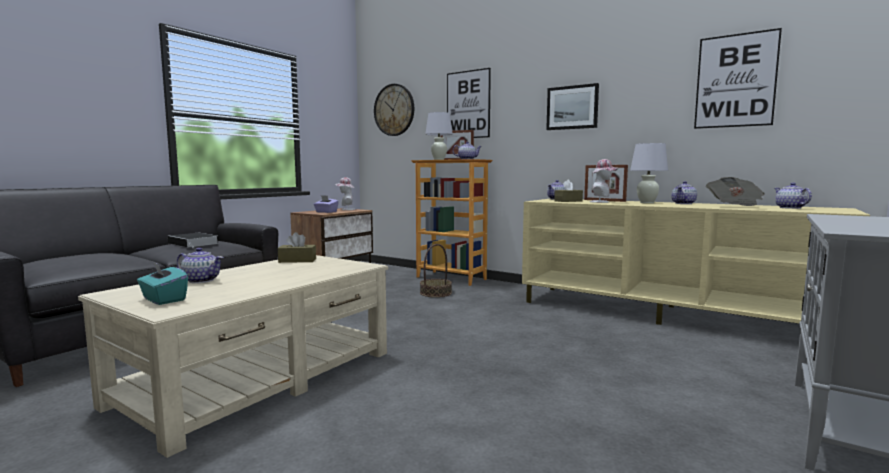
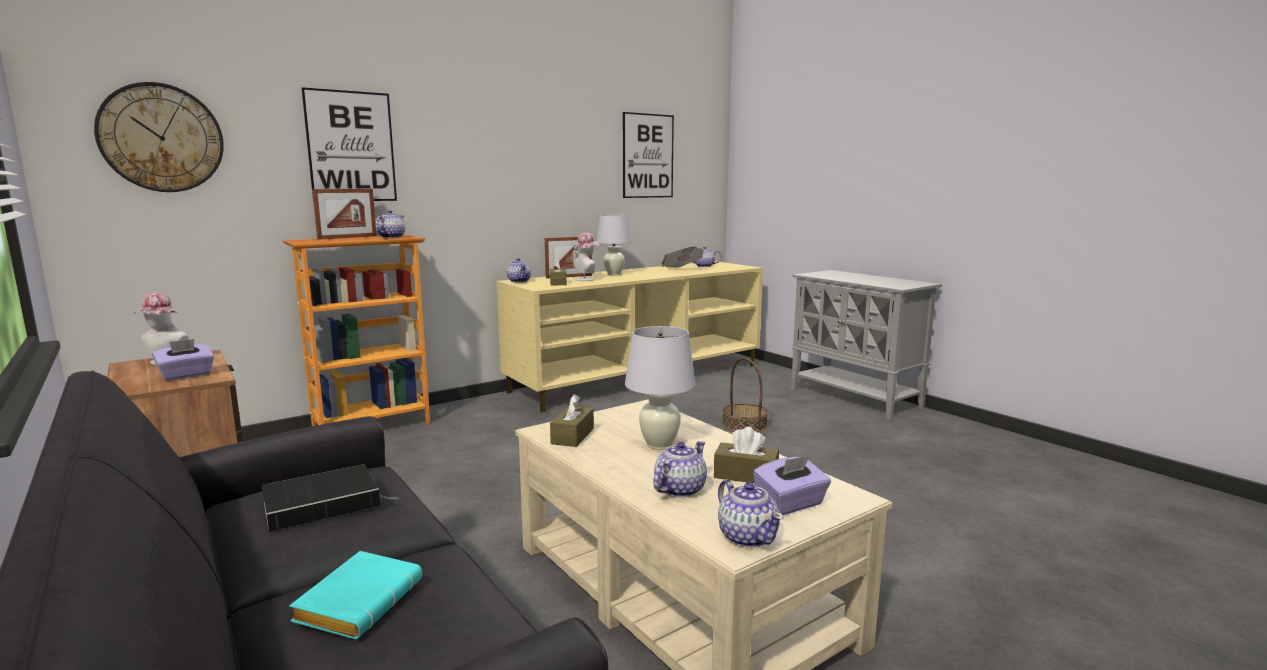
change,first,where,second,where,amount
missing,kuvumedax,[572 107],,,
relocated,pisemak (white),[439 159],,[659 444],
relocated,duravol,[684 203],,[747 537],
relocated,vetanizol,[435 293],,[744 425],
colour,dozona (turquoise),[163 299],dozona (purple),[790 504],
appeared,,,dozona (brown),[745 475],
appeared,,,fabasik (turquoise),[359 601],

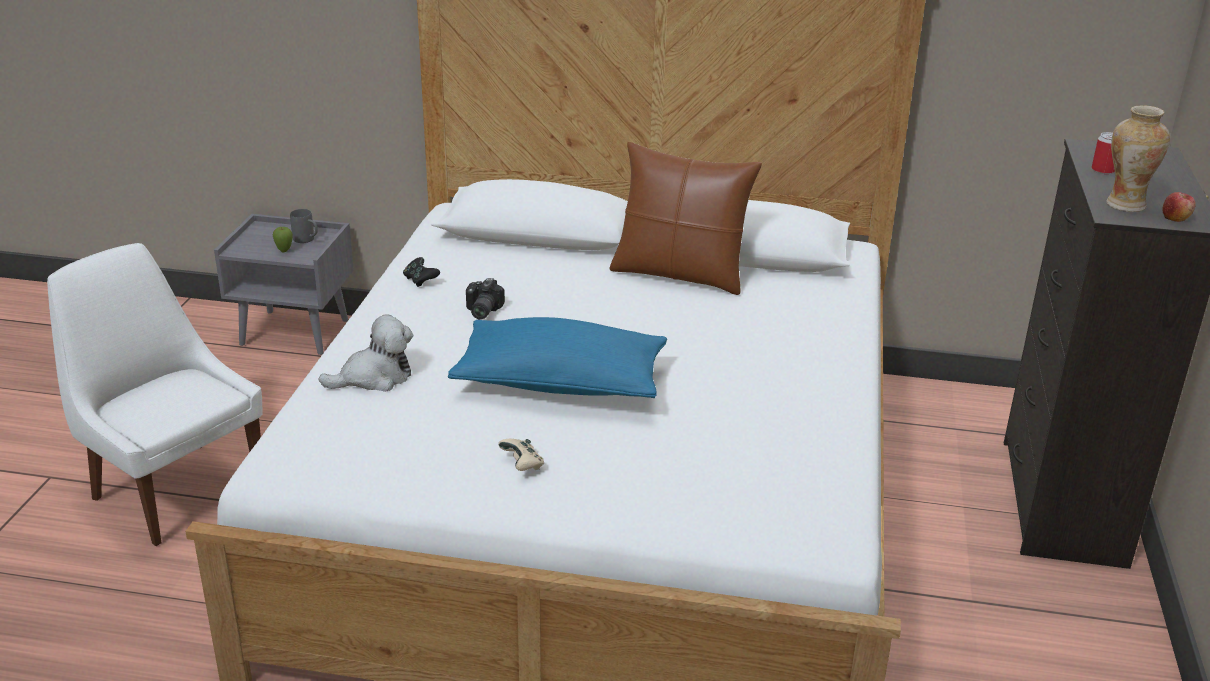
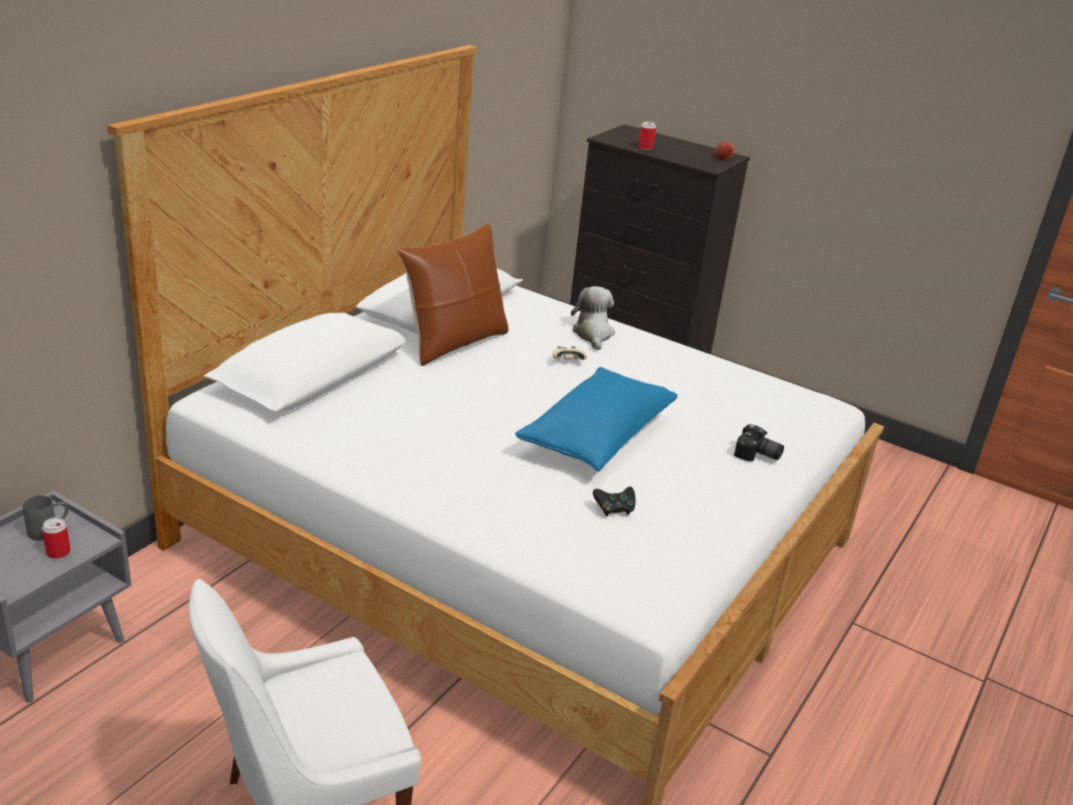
change,first,where,second,where,amount
missing,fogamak,[1124 204],,,
exchanged,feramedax,[284 251],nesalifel,[58 552],
relocated,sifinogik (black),[420 280],,[614 509],
relocated,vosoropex,[481 311],,[757 455],
relocated,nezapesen,[374 377],,[593 334],
relocated,sifinogik (beige),[523 465],,[568 362],

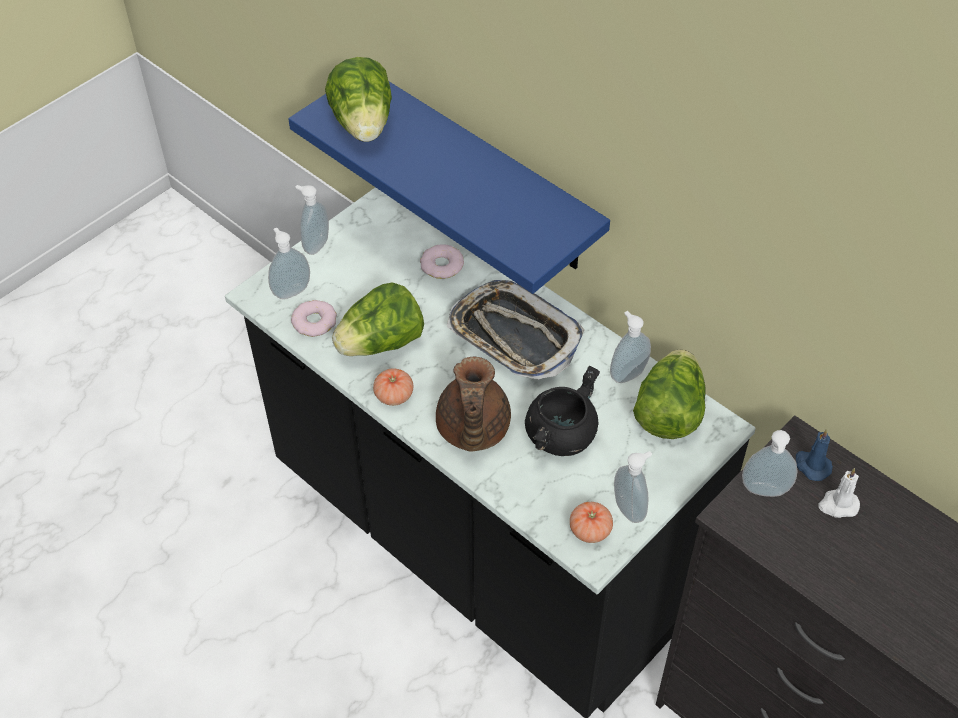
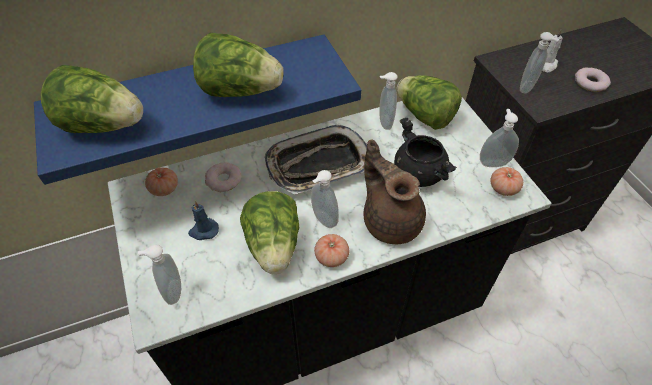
change,first,where,second,where,amount
relocated,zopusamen,[315 245],,[323 220],
relocated,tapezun,[314 321],,[590 82],
spun,duravol (brown),[472 430],,[390 220],150 degrees counterclockwise
relocated,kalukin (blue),[811 465],,[203 231],
appeared,,,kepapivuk,[240 91],
appeared,,,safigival,[164 188],

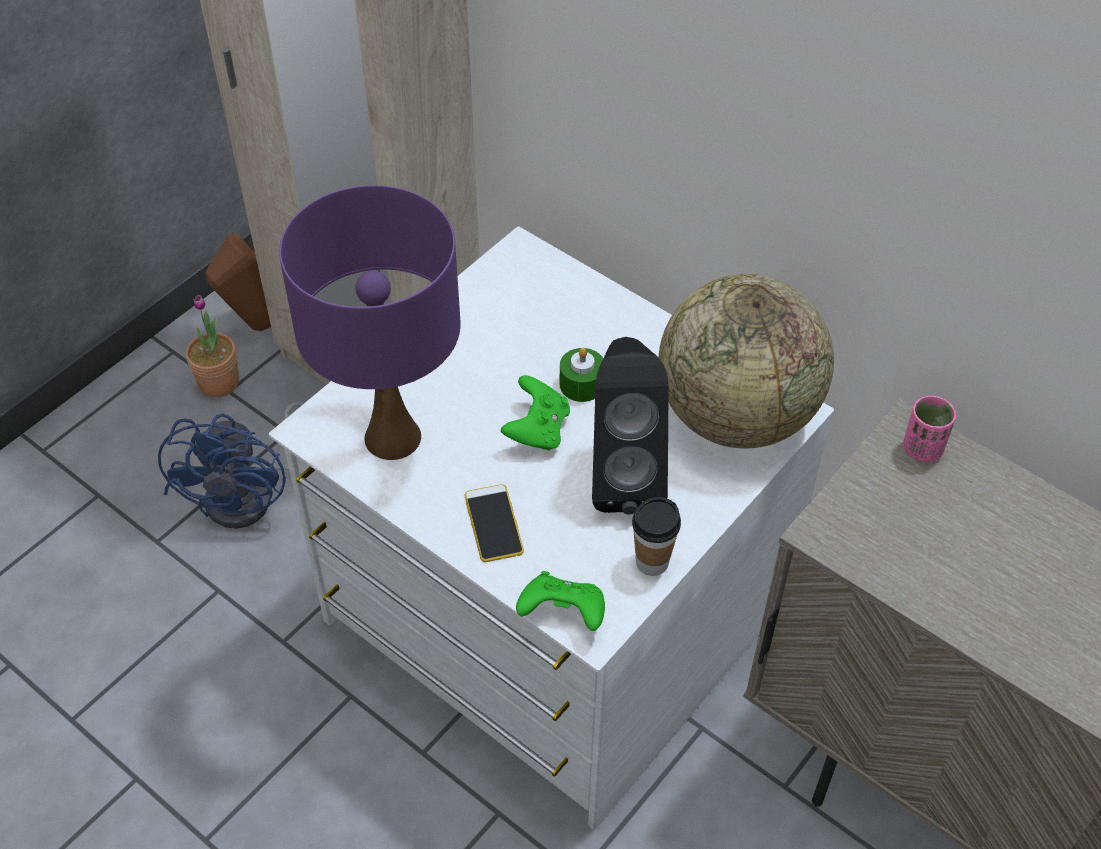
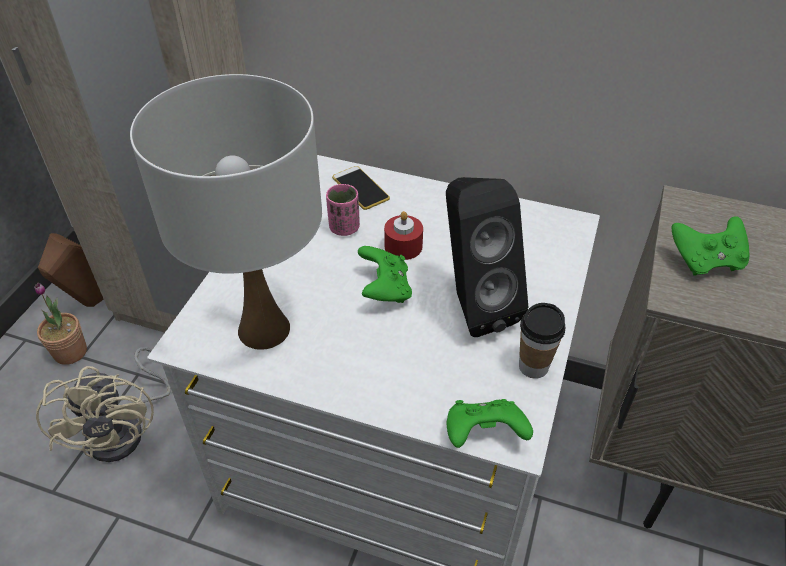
change,first,where,second,where,amount
colour,pisemak (purple),[392 438],pisemak (white),[263 330],
missing,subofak,[736 415],,,
colour,kalukin (green),[581 384],kalukin (red),[403 246],
relocated,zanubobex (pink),[922 448],,[344 228],
colour,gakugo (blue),[253 495],gakugo (beige),[125 430],
relocated,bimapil,[493 523],,[360 188],
appeared,,,sifinogik (green),[705 261],

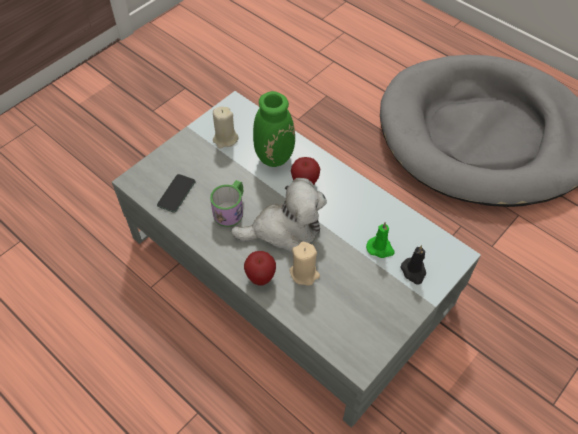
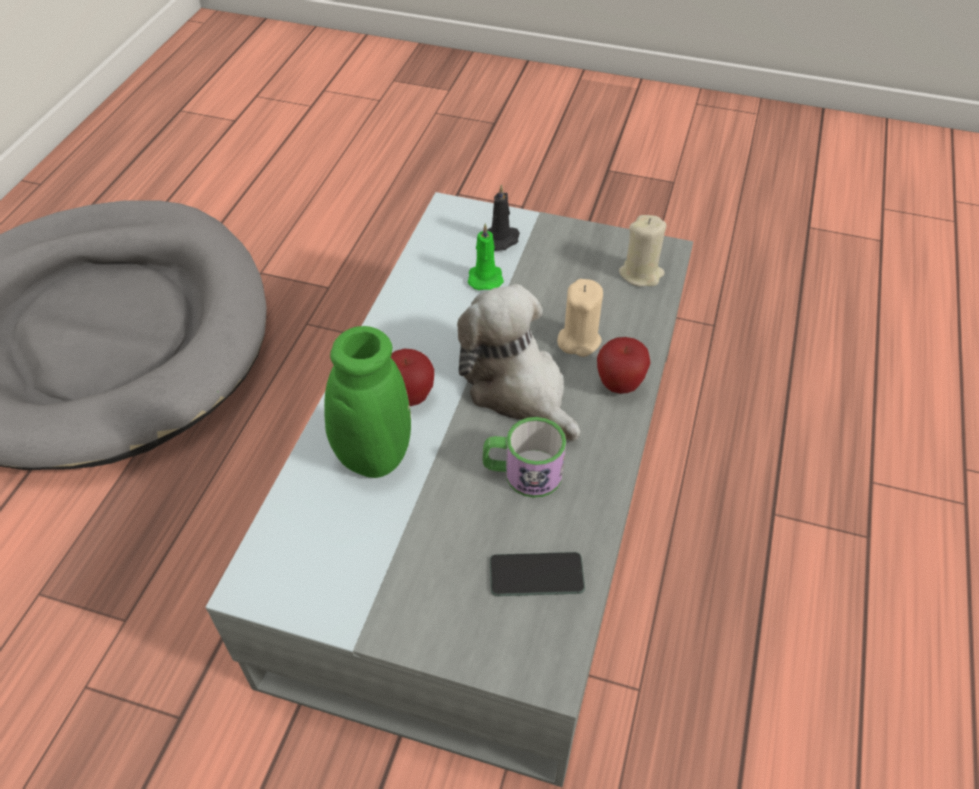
change,first,where,second,where,amount
relocated,kalukin (beige),[225 139],,[641 274],

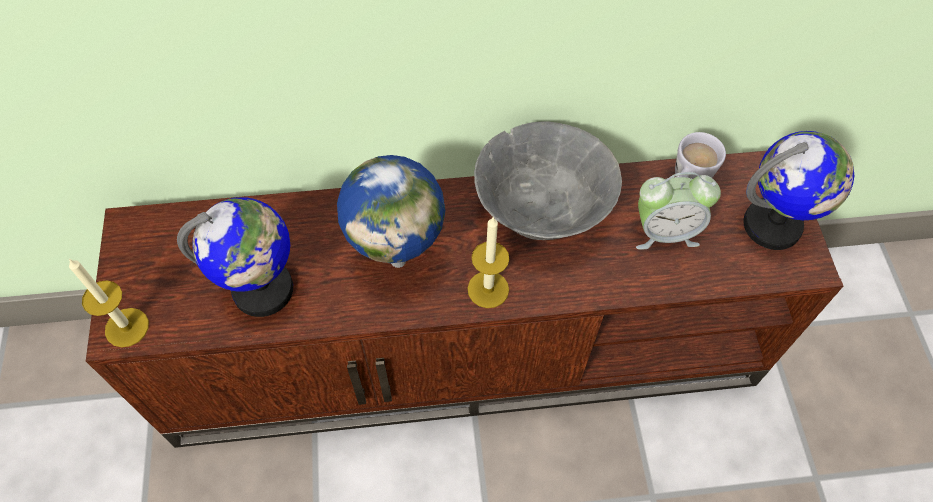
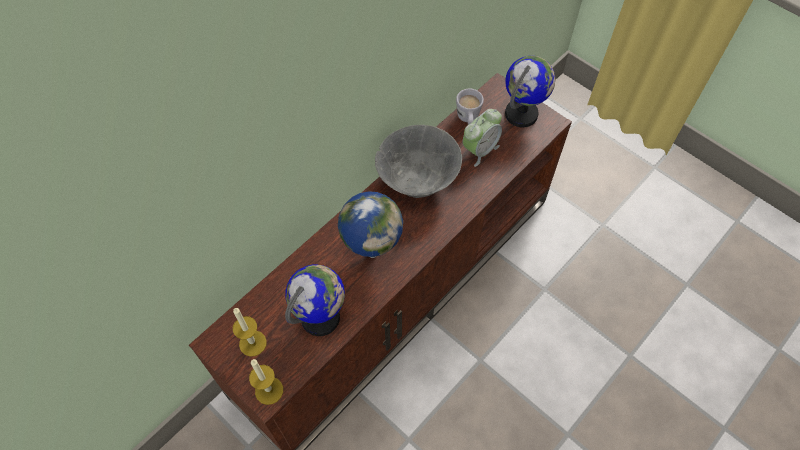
change,first,where,second,where,amount
relocated,kalukin,[488 289],,[252 343],

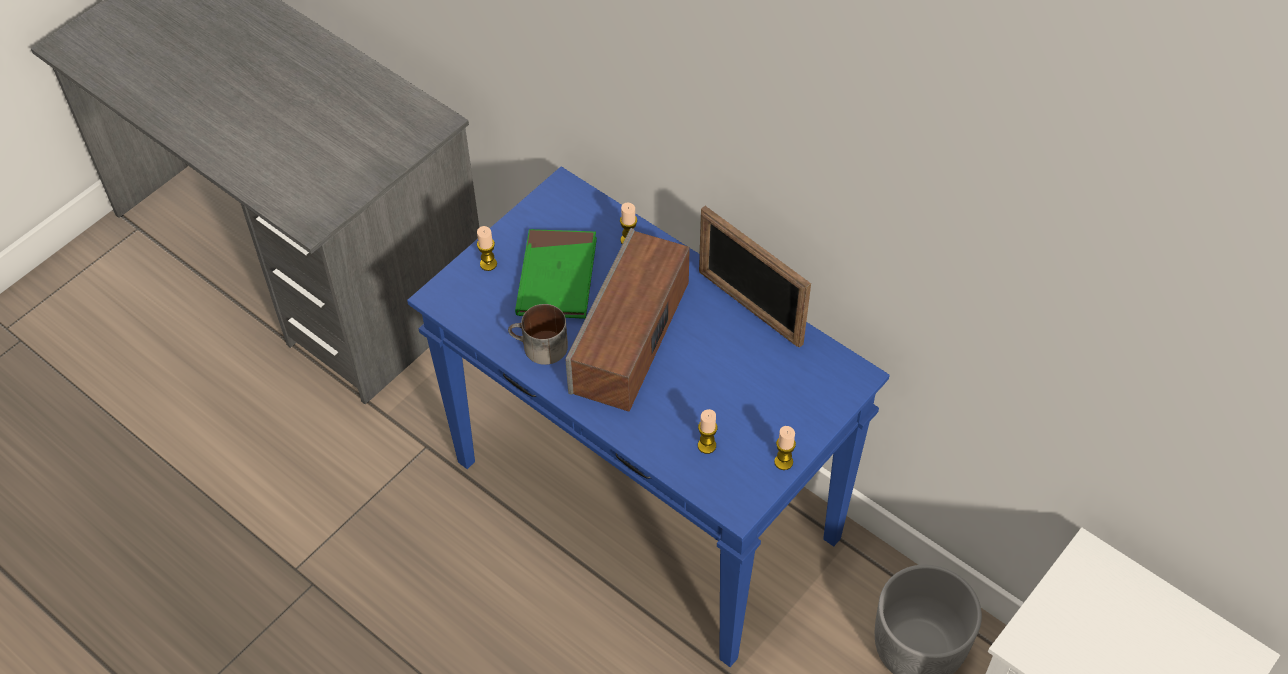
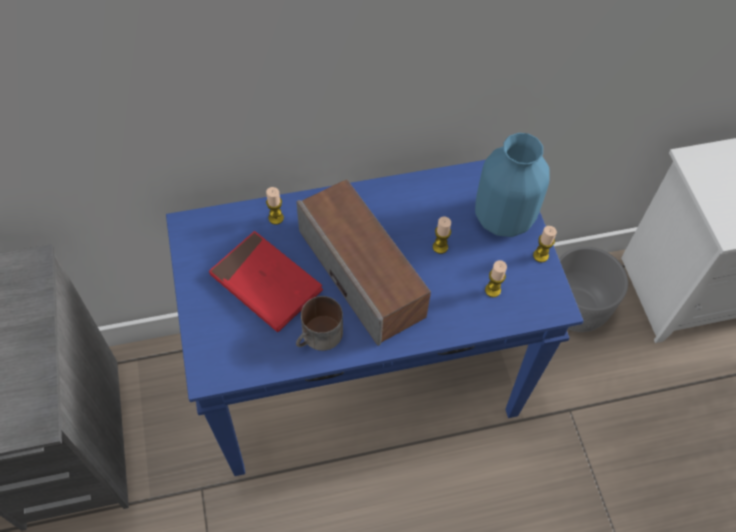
change,first,where,second,where,amount
missing,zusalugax,[749 307],,,
relocated,kalukin,[488 264],,[440 247],
colour,fabasik (green),[557 277],fabasik (red),[266 283],
appeared,,,fogamak (blue),[503 218],

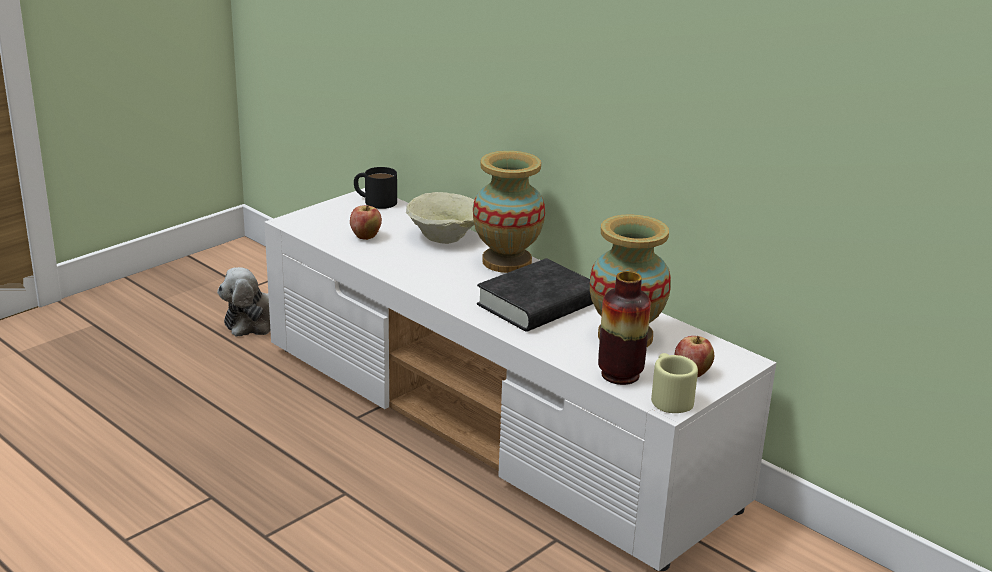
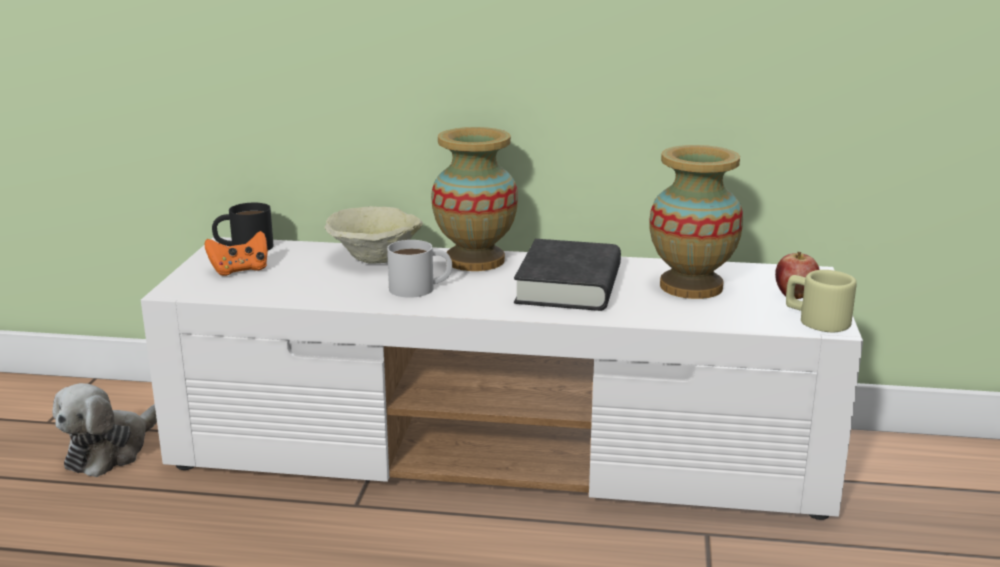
change,first,where,second,where,amount
missing,feramedax,[365 237],,,
missing,fogamak,[620 375],,,
appeared,,,sifinogik (orange),[240 270],
appeared,,,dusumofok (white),[420 288],

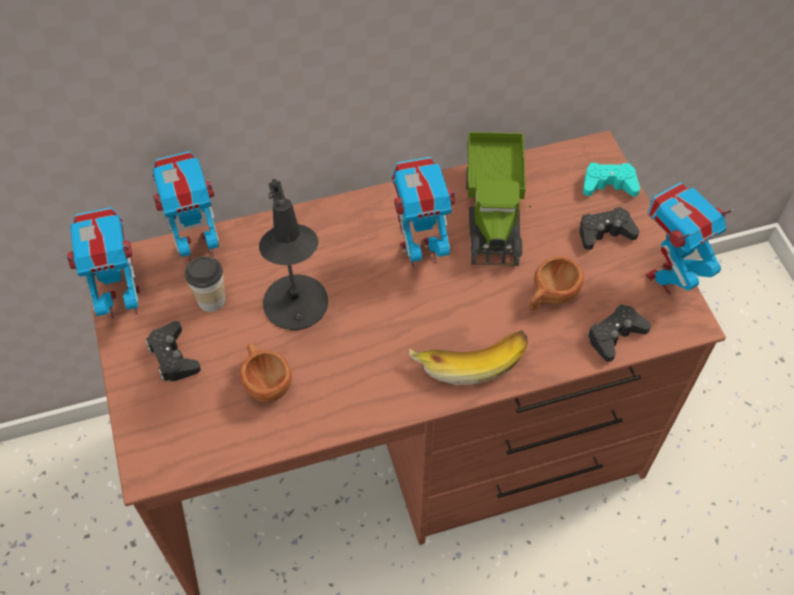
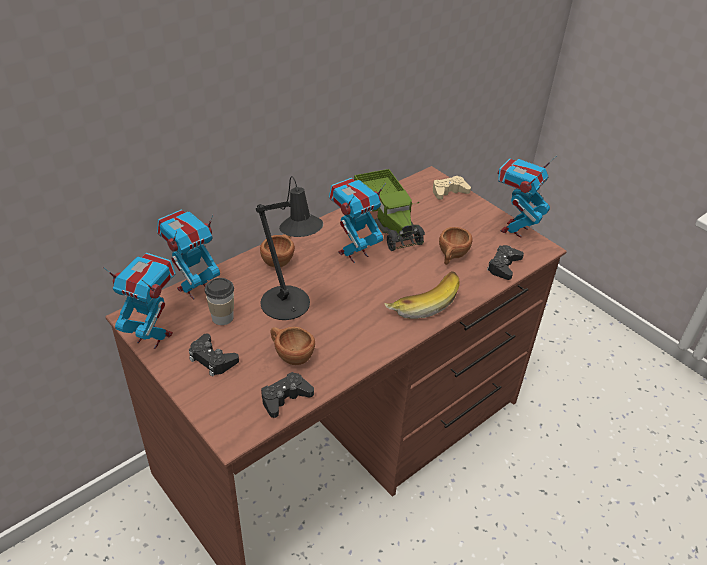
change,first,where,second,where,amount
colour,sifinogik (turquoise),[608 185],sifinogik (beige),[449 192],
spun,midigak,[122 302],,[153 336],60 degrees clockwise
relocated,sifinogik (black),[605 233],,[285 398],
appeared,,,zanubobex (brown),[280 259],

